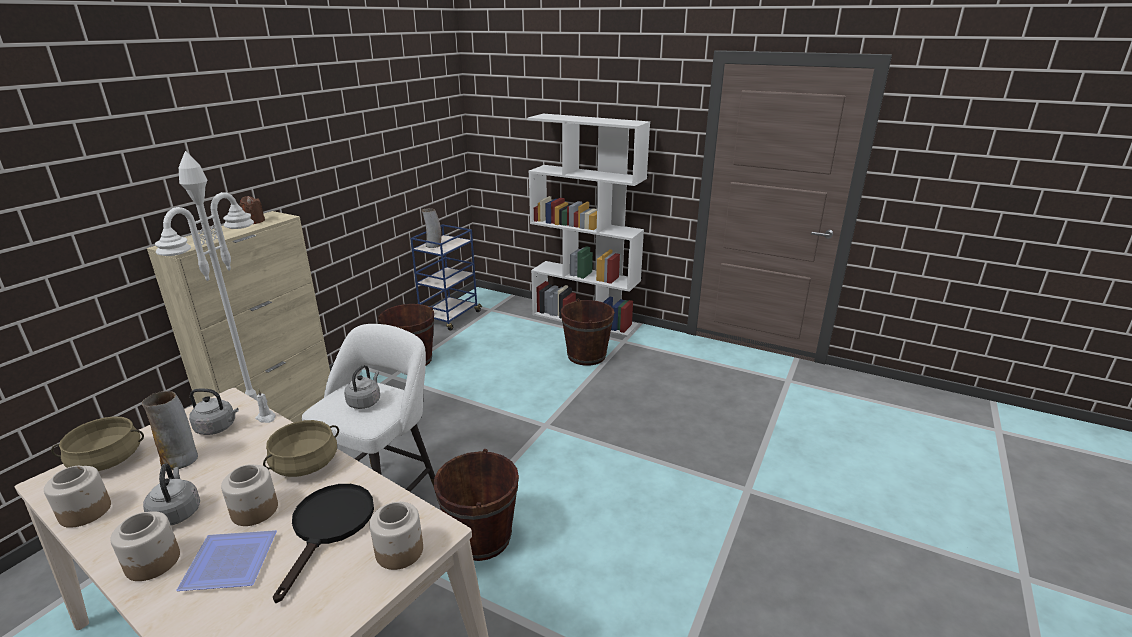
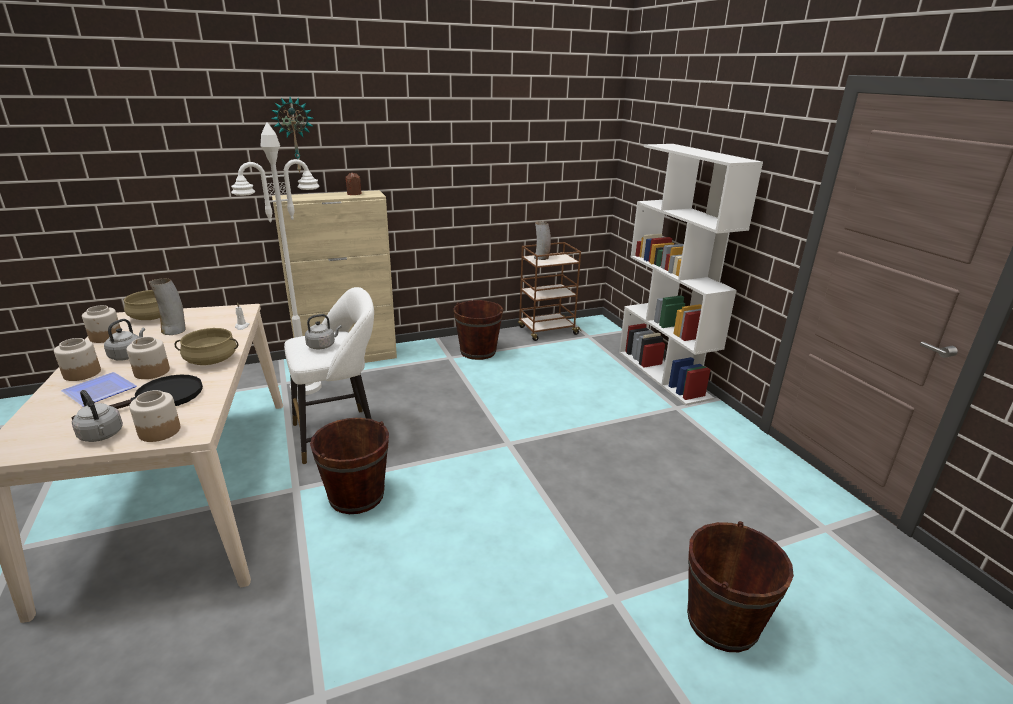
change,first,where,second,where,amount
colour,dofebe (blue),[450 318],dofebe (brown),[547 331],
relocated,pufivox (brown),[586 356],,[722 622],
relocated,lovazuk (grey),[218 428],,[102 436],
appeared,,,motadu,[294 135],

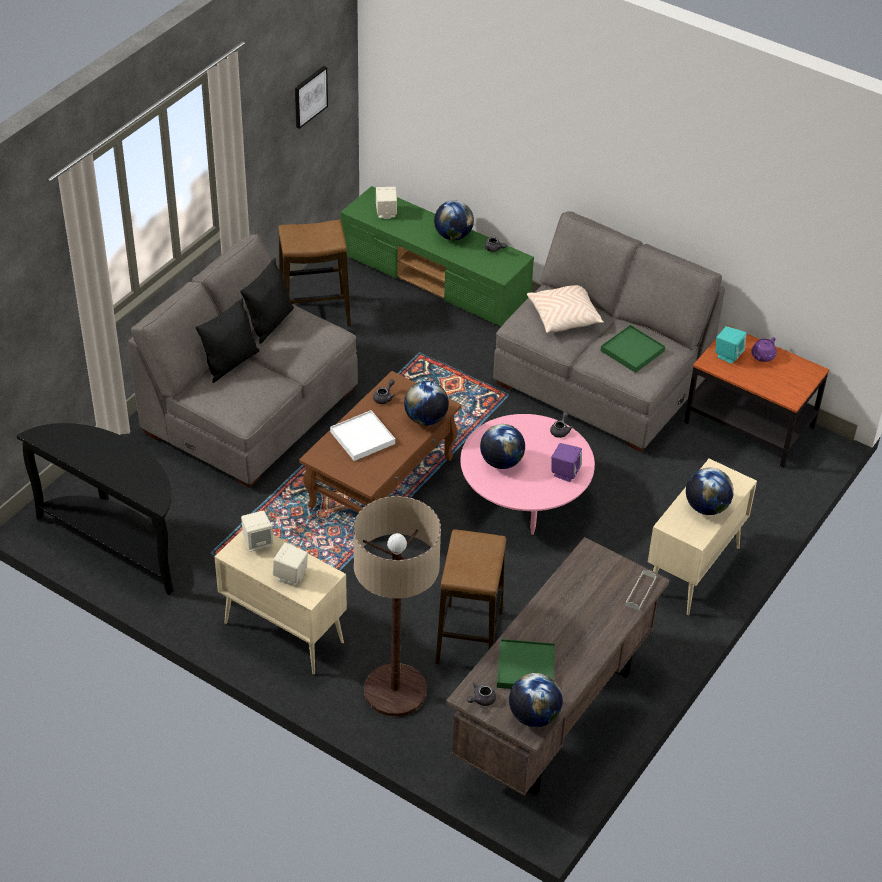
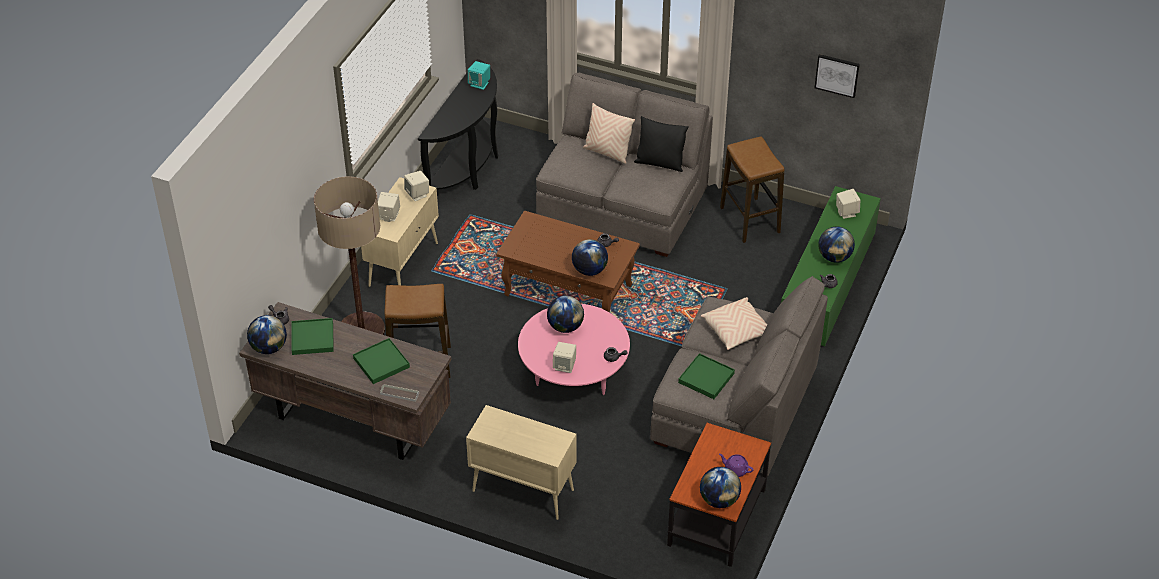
change,first,where,second,where,amount
colour,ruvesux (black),[230 363],ruvesux (beige),[607 152],
relocated,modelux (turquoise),[728 355],,[479 84],
missing,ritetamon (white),[362 438],,,
colour,modelux (purple),[565 472],modelux (beige),[565 366],
relocated,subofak,[706 507],,[719 500],
appeared,,,ritetamon (green),[381 363],

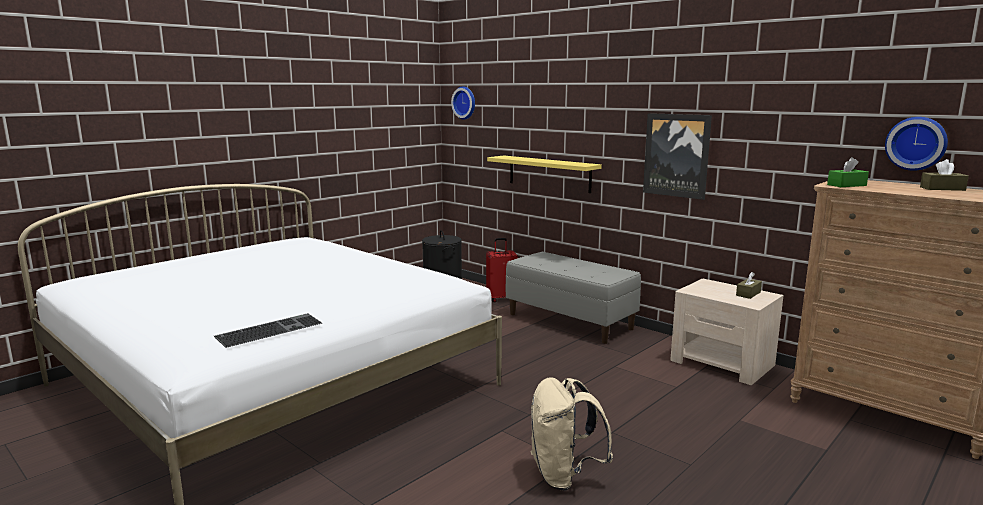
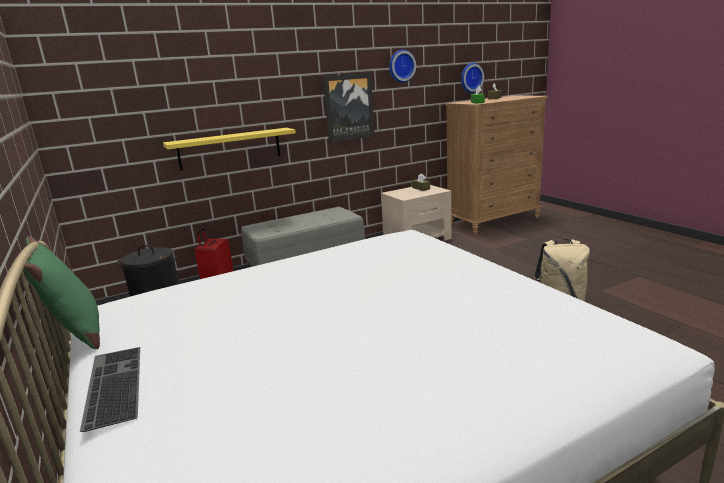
change,first,where,second,where,amount
relocated,motadu,[465 103],,[401 66],
relocated,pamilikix,[270 329],,[111 385],
appeared,,,ruvesux (green),[77 335],

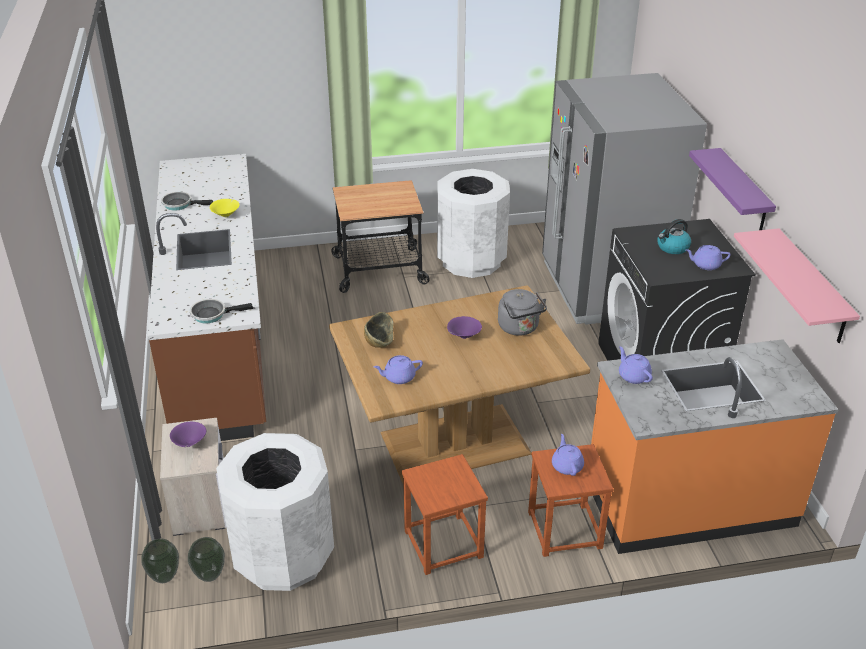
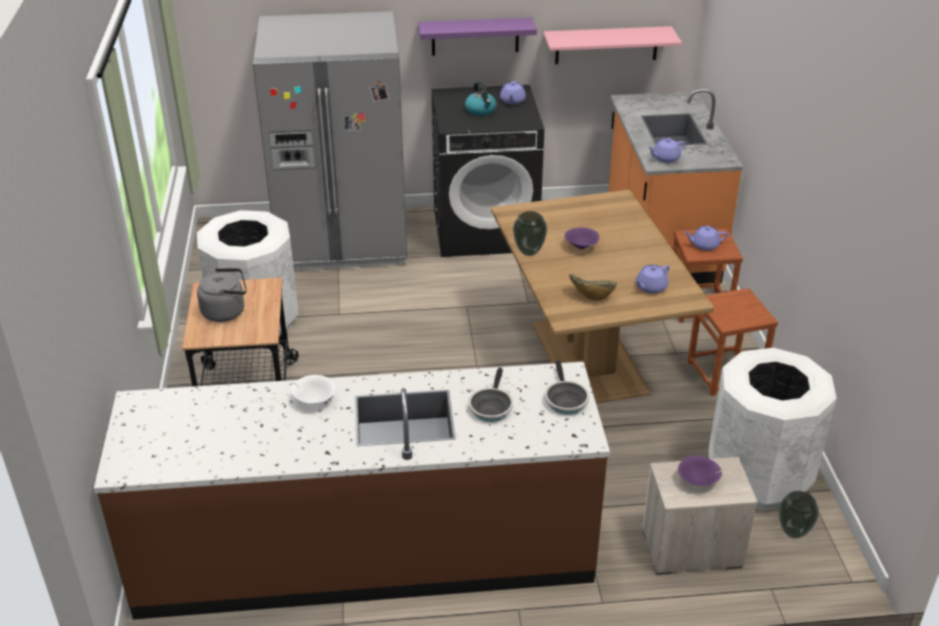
change,first,where,second,where,amount
relocated,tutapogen,[180 204],,[490 406],
colour,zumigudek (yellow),[226 215],zumigudek (white),[313 401],
relocated,lovazuk (grey),[520 328],,[226 311],
spun,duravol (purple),[399 377],,[650 287],60 degrees clockwise
relocated,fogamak,[165 577],,[528 252],

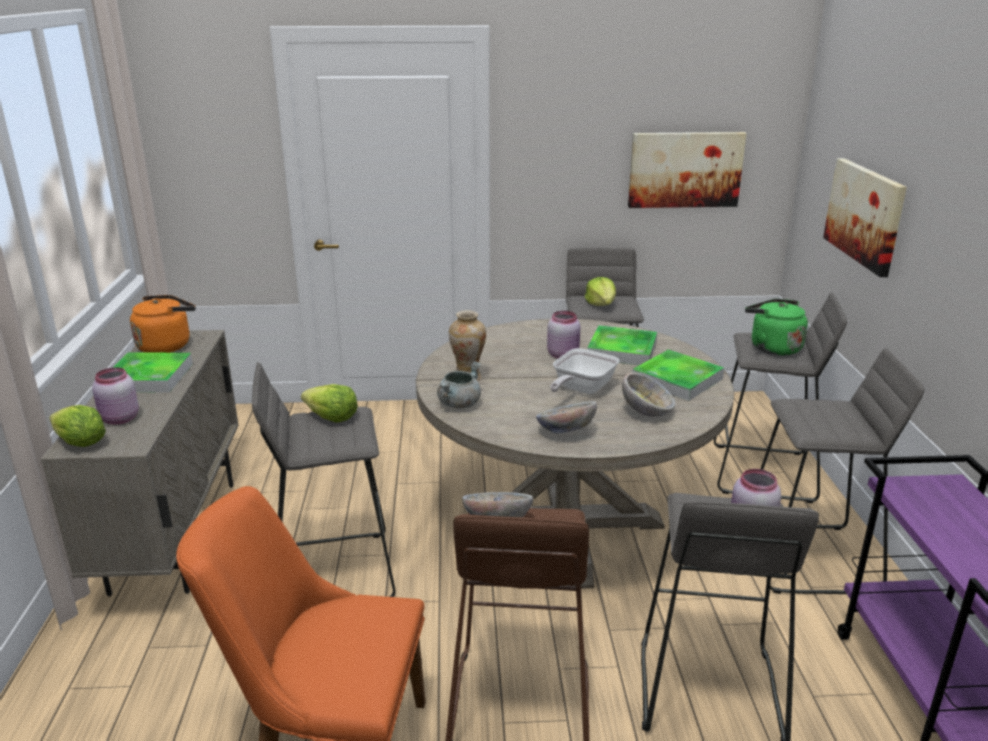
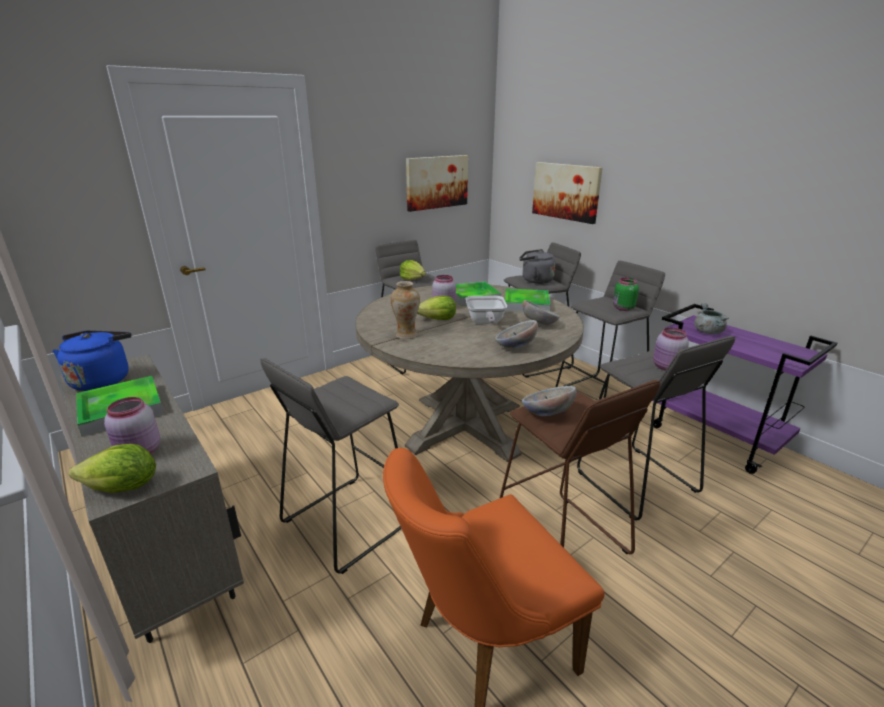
change,first,where,second,where,amount
colour,lovazuk (orange),[167 345],lovazuk (blue),[102 380],
colour,lovazuk (green),[772 347],lovazuk (grey),[535 280],
relocated,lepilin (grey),[459 404],,[707 332],
relocated,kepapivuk,[332 417],,[438 319],
appeared,,,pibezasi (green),[623 308],

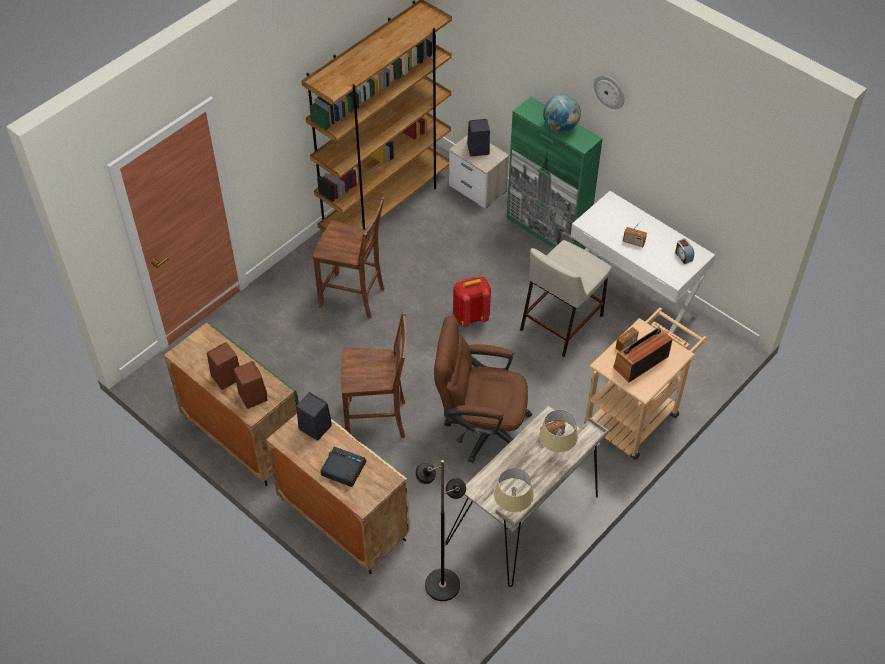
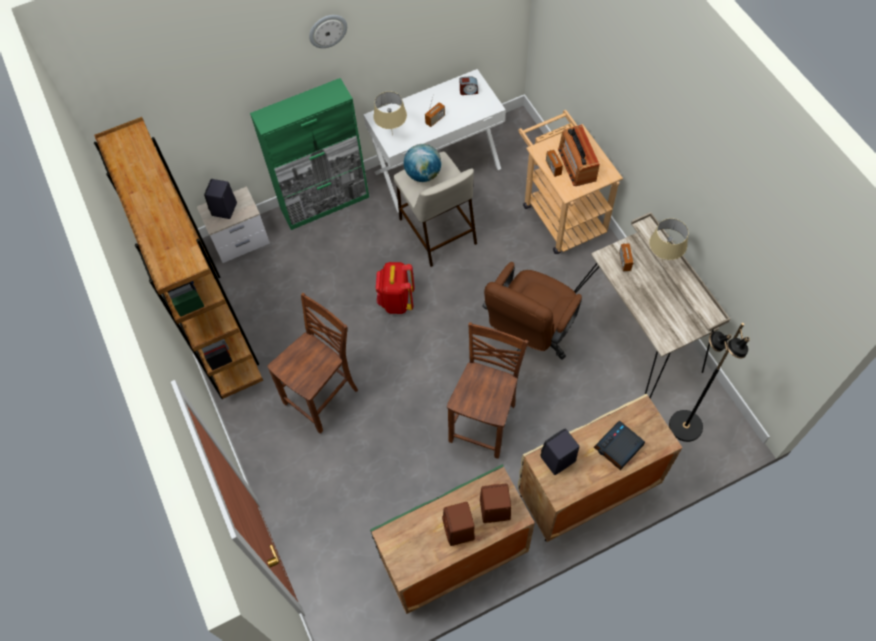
change,first,where,second,where,amount
relocated,subofak,[560 127],,[423 174],
relocated,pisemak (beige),[512 512],,[392 135],

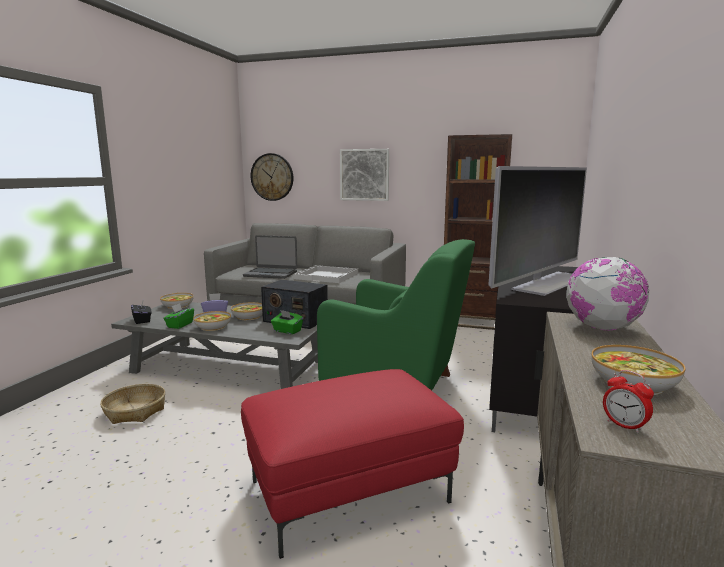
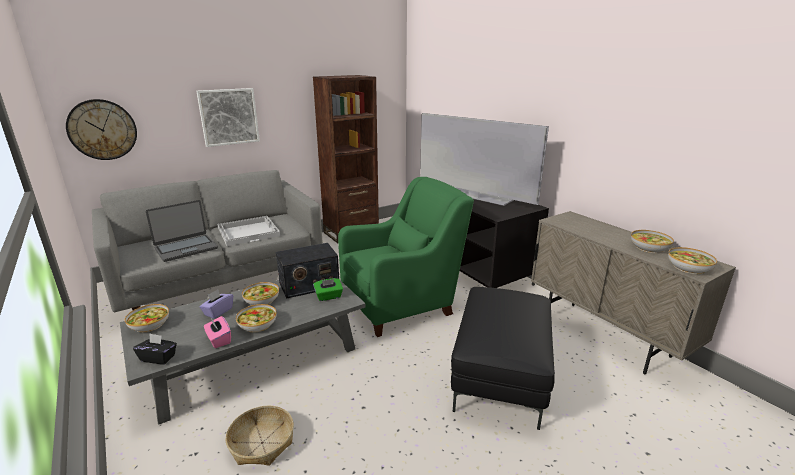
change,first,where,second,where,amount
spun,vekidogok,[549 283],,[475 196],45 degrees counterclockwise
missing,subofak,[602 328],,,
colour,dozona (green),[179 325],dozona (pink),[219 340],
colour,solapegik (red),[348 493],solapegik (black),[501 378],
exchanged,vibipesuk,[624 425],zumigudek,[689 267],

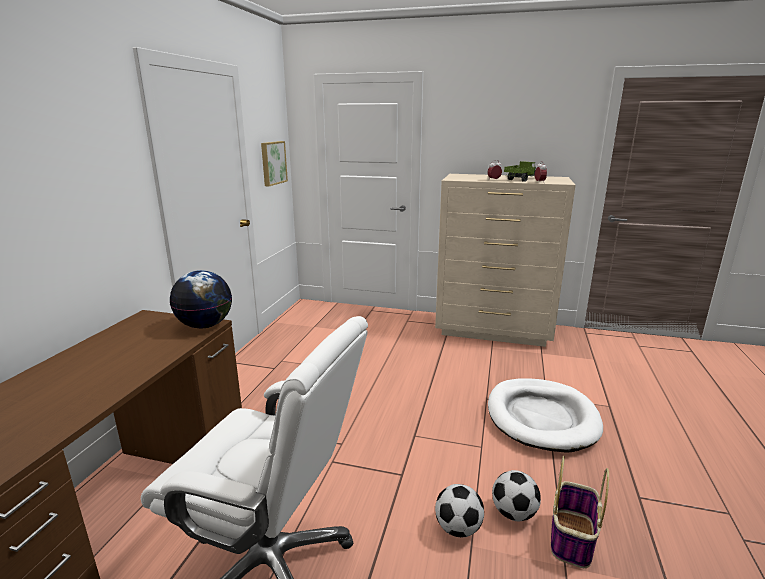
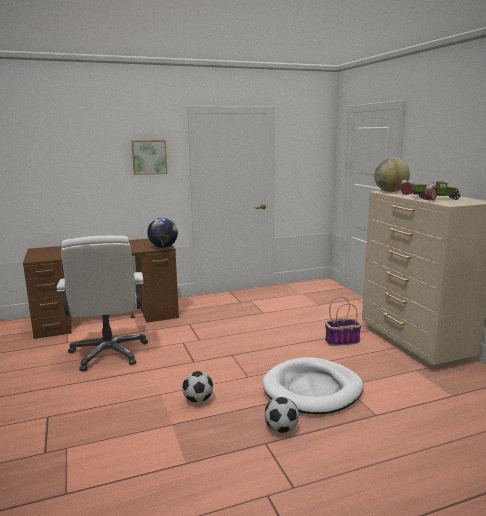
change,first,where,second,where,amount
relocated,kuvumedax,[272 163],,[149 157],
relocated,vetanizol,[571 537],,[342 341],
relocated,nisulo,[458 528],,[281 429],
appeared,,,subofak,[390 192],

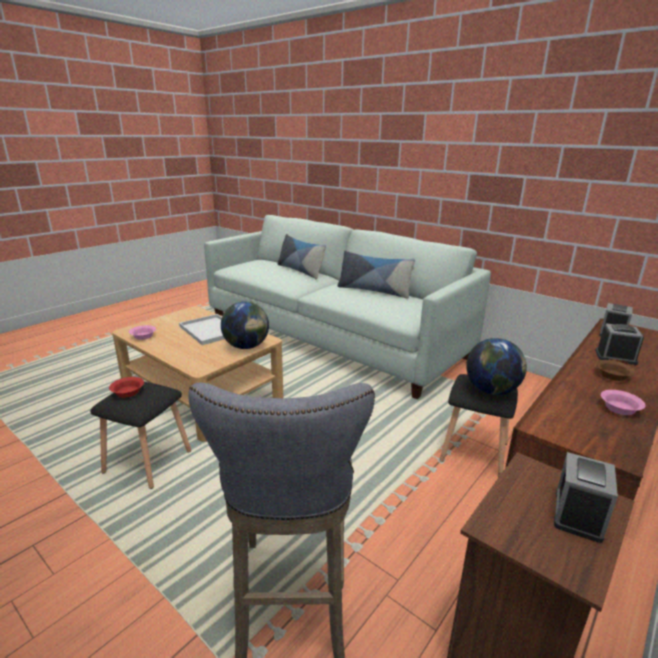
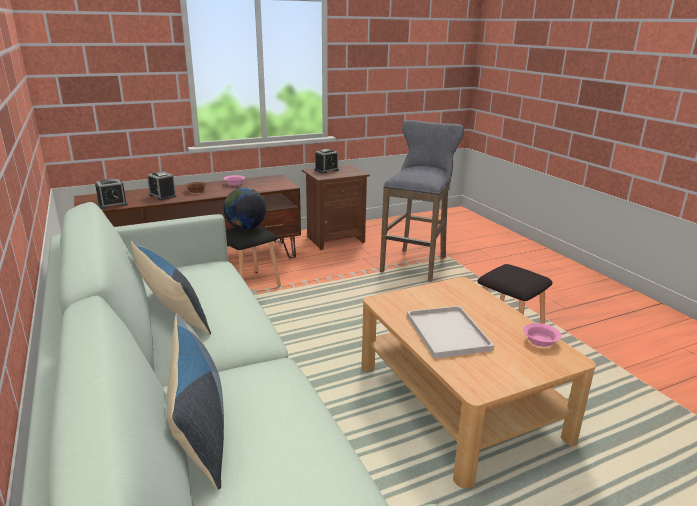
change,first,where,second,where,amount
missing,subofak,[246 346],,,
missing,zumigudek (red),[128 393],,,

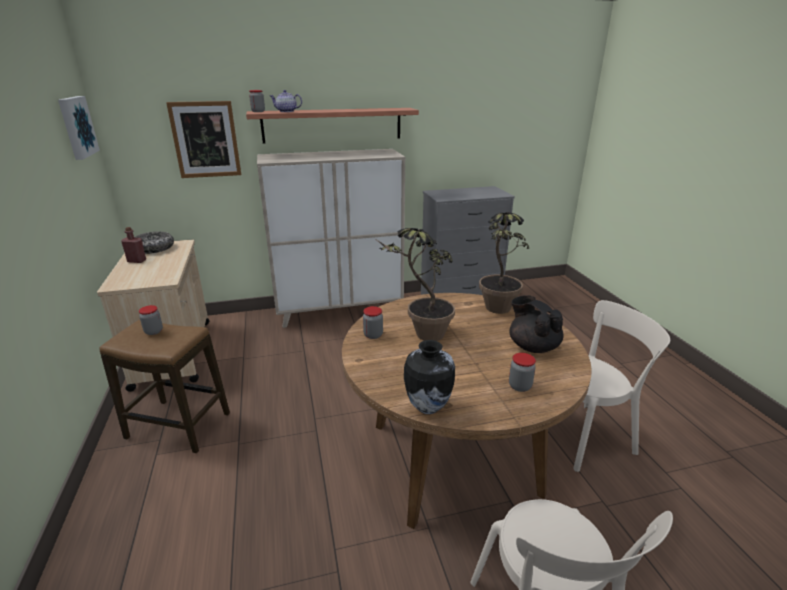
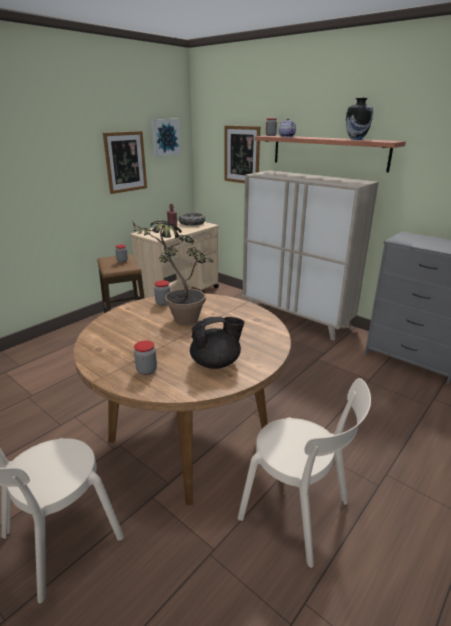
change,first,where,second,where,amount
missing,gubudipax,[496 312],,,
spun,duravol (black),[532 346],,[216 363],45 degrees clockwise
relocated,fogamak,[427 407],,[356 139],
appeared,,,kuvumedax,[125 162],

